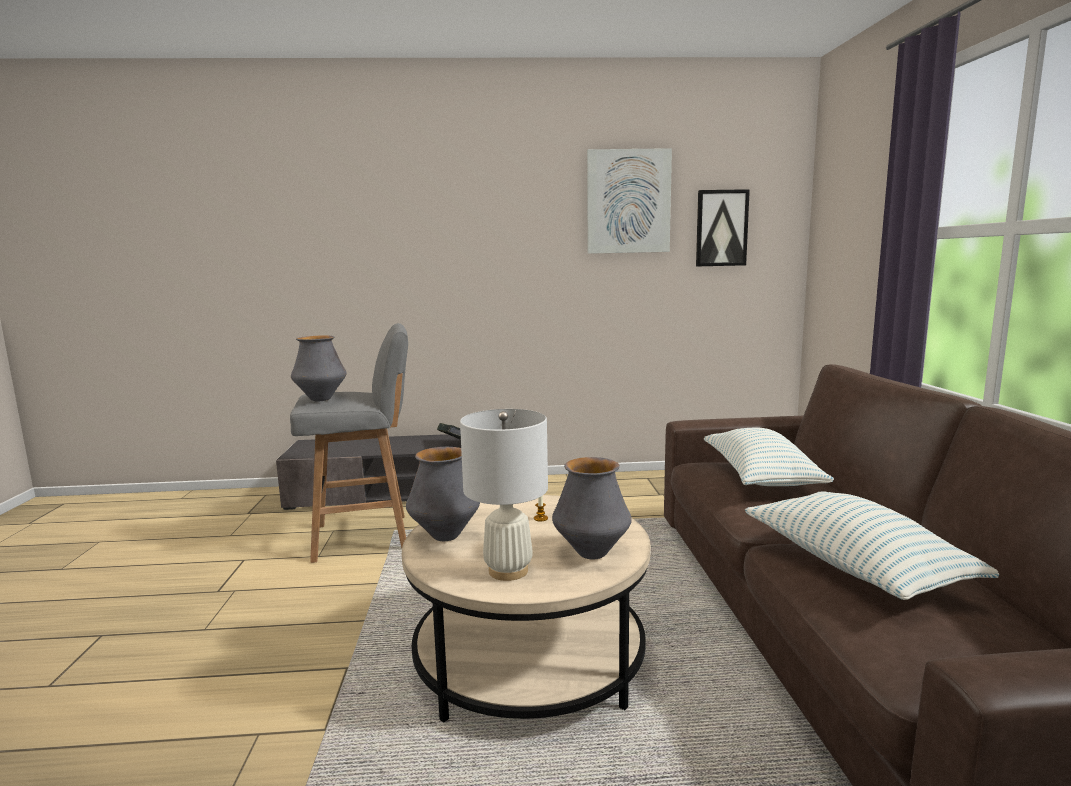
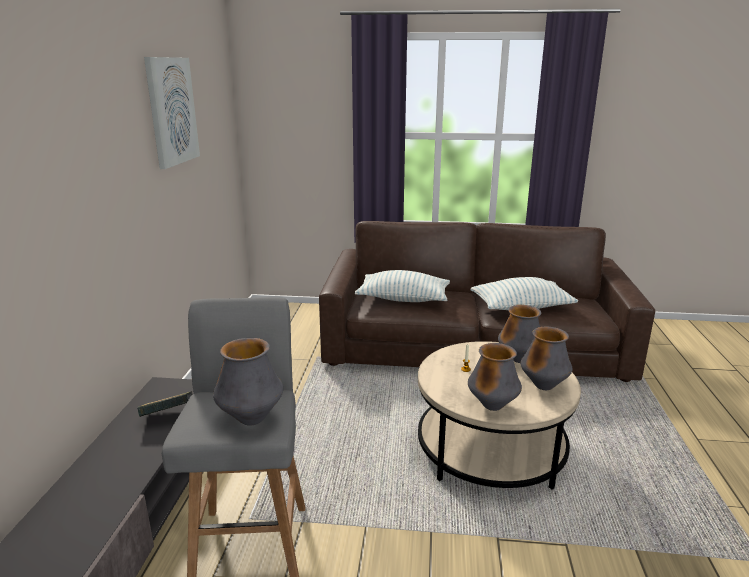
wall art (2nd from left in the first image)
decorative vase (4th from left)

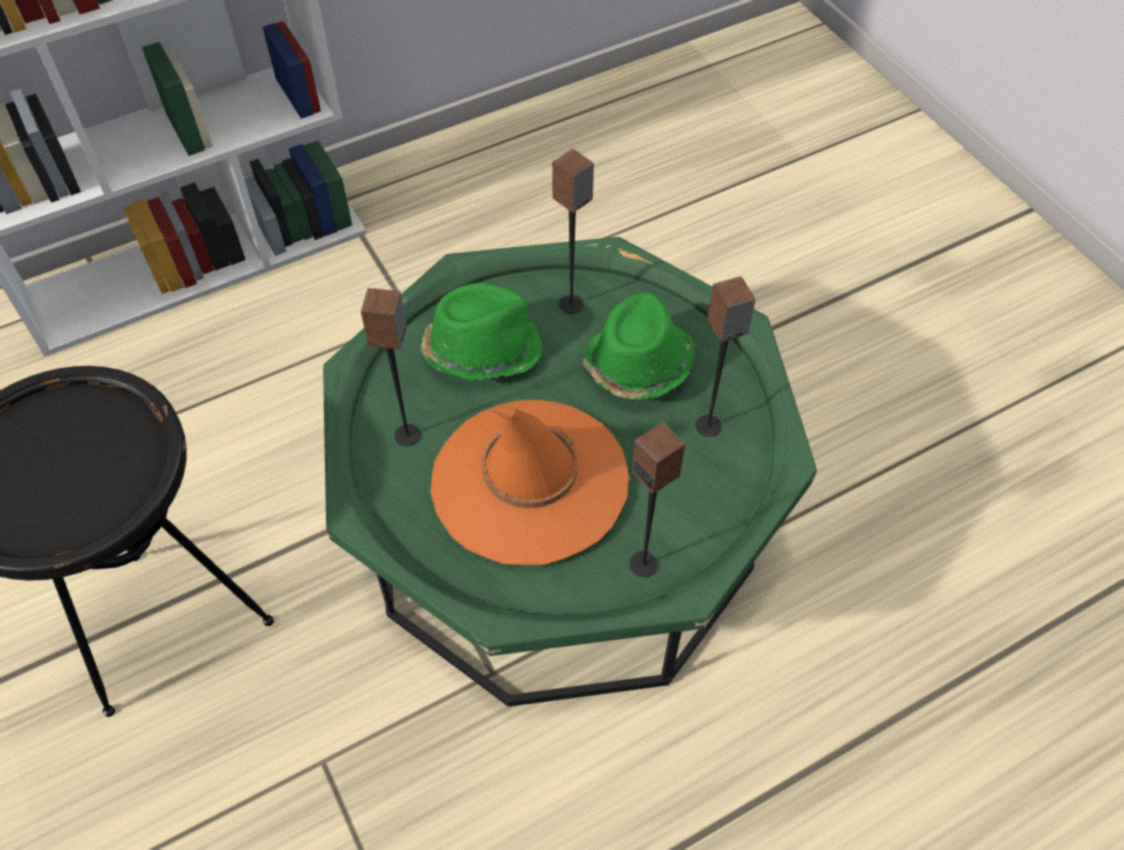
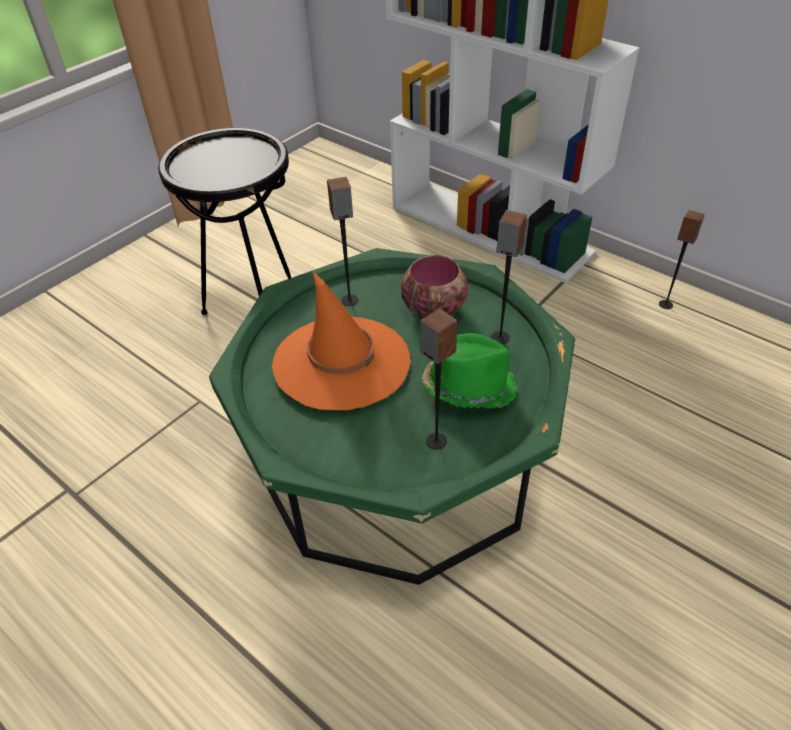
speaker (4th from left)
bowl

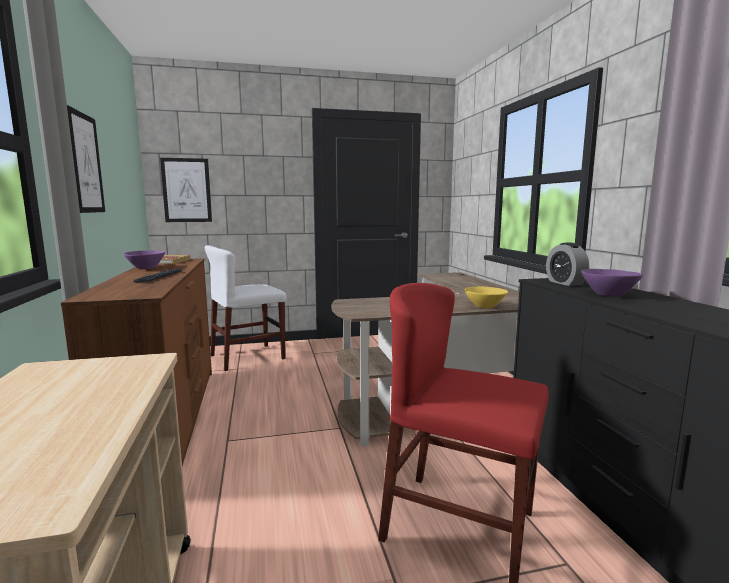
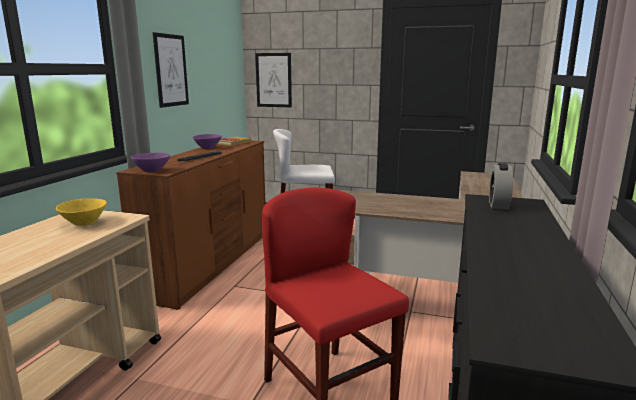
bowl/yellow
bowl/purple (1st from left)

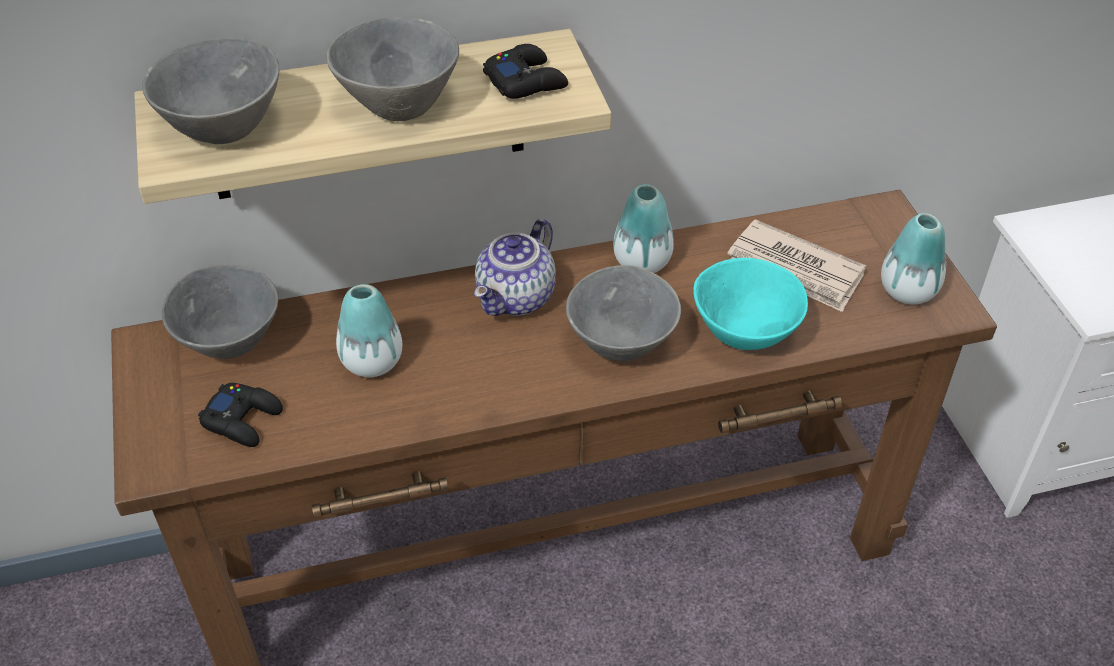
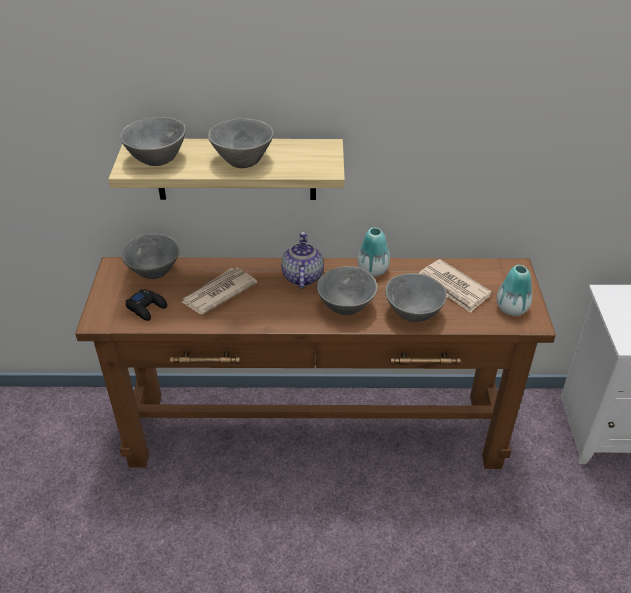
gamepad/black-coloured (2nd from left in the first image)
daily paper (1st from left)
bowl/gray (5th from left)
teapot

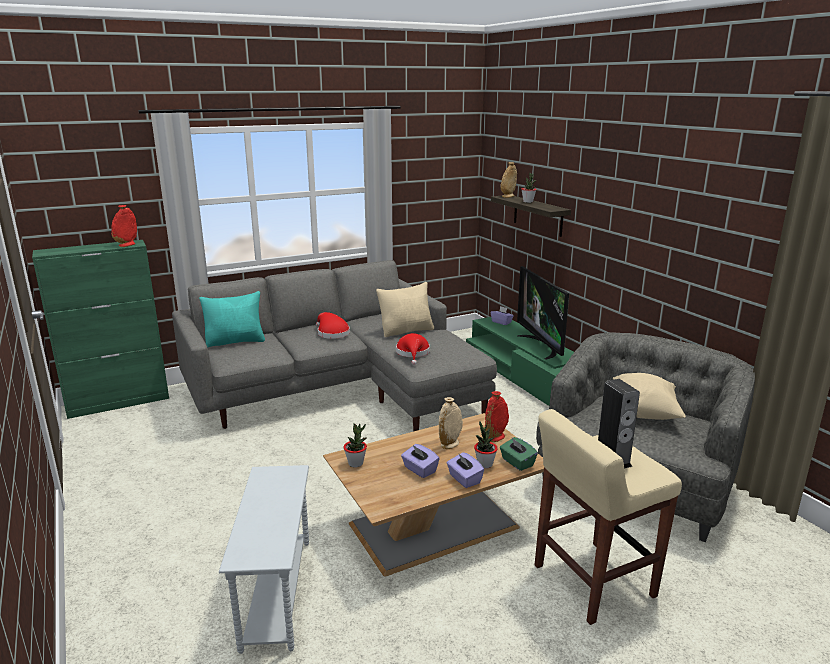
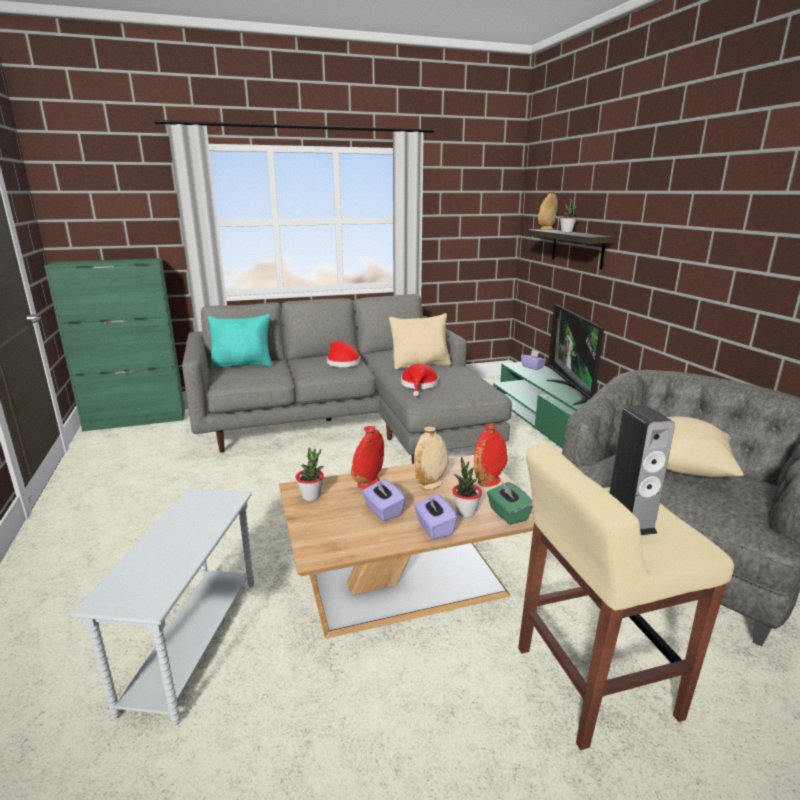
decorative vase/reddish (1st from left)

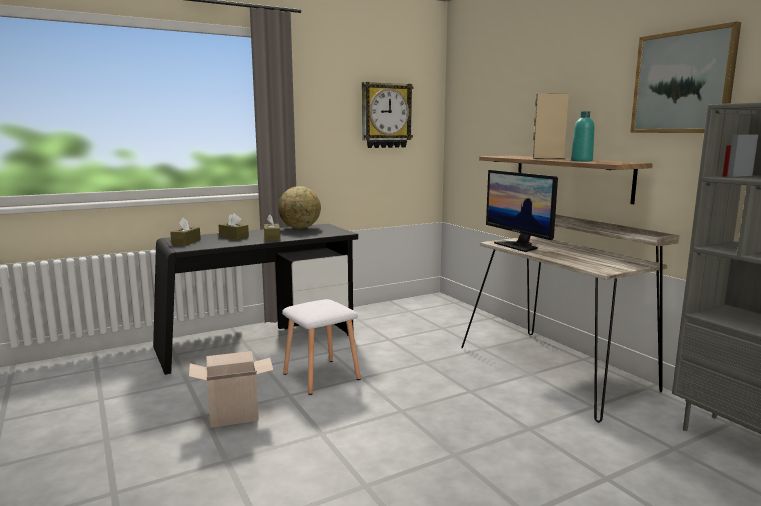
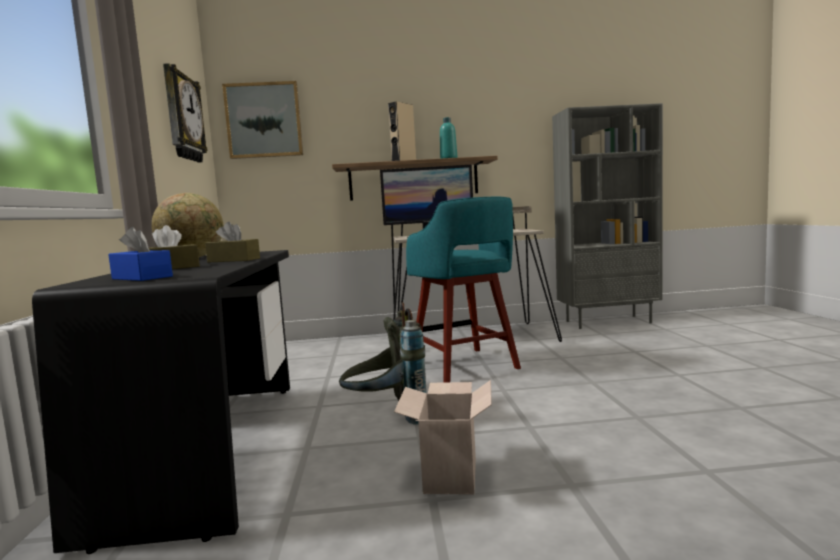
stool seat/turquoise-coloured
wall art
rucksack/gray
tissue box/bluish

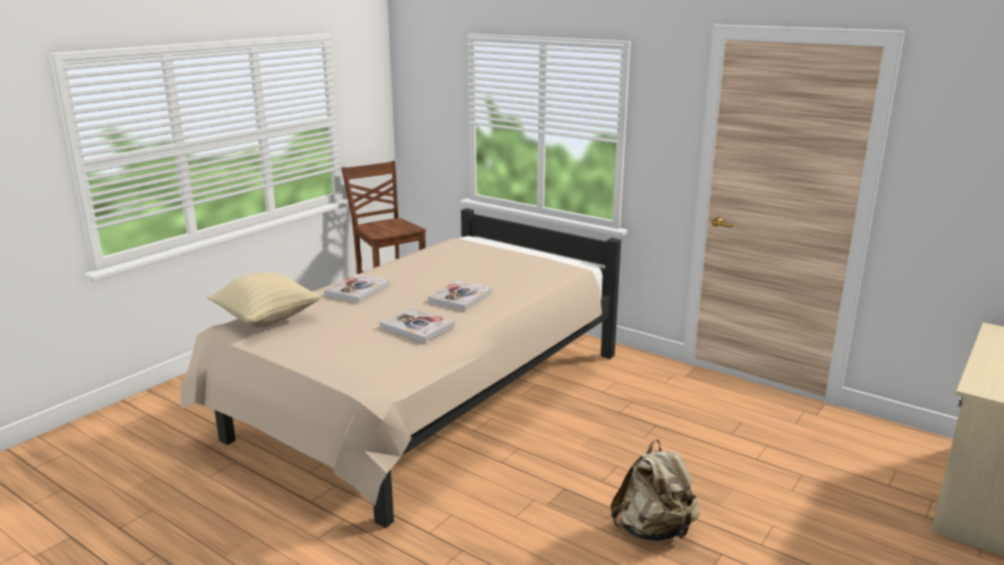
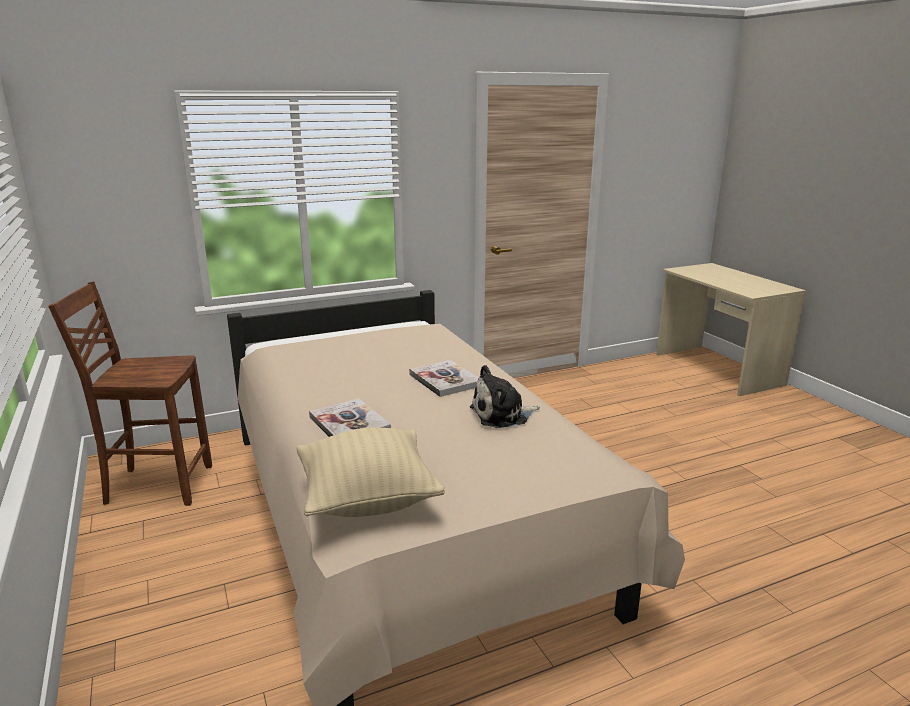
rucksack/beige
cuddly toy

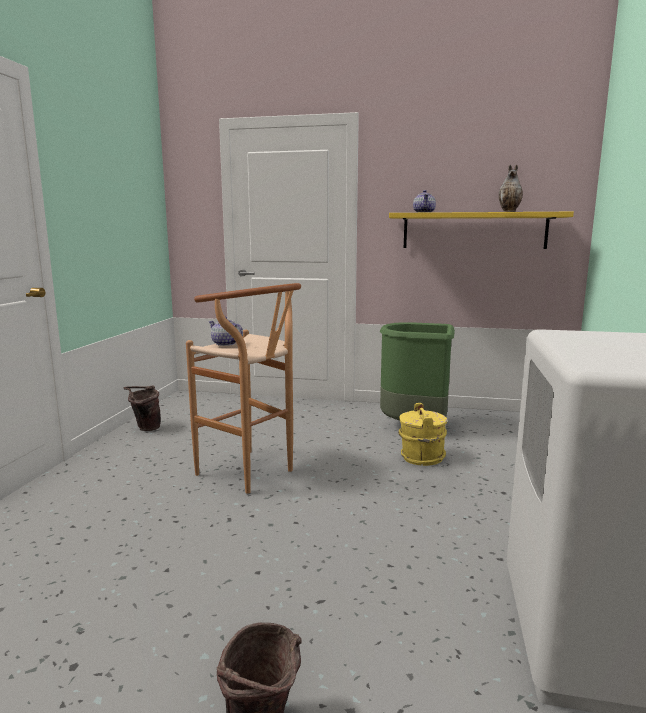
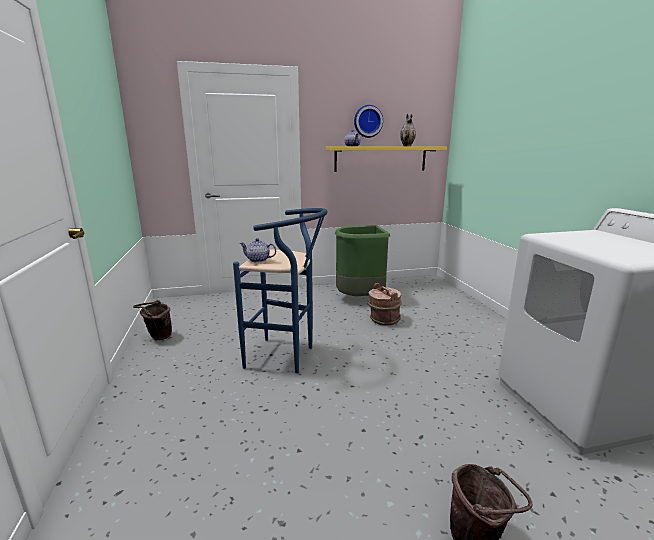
clock on the wall
stool seat/bluish
water bucket/brown (2nd from left)

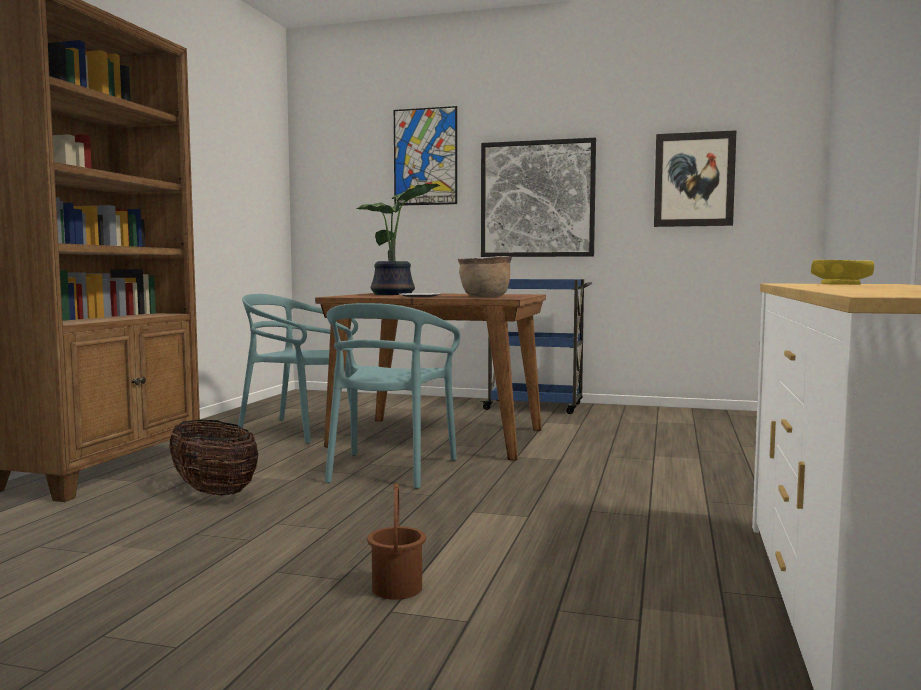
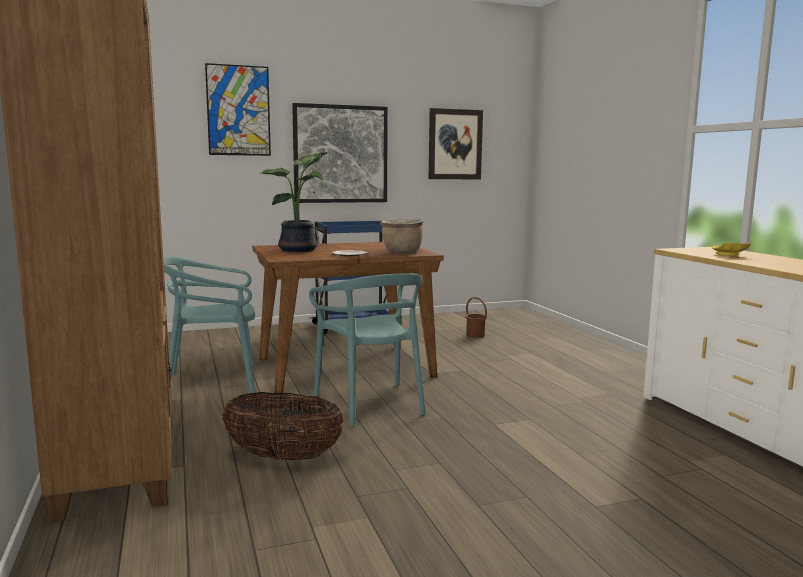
water bucket/brown

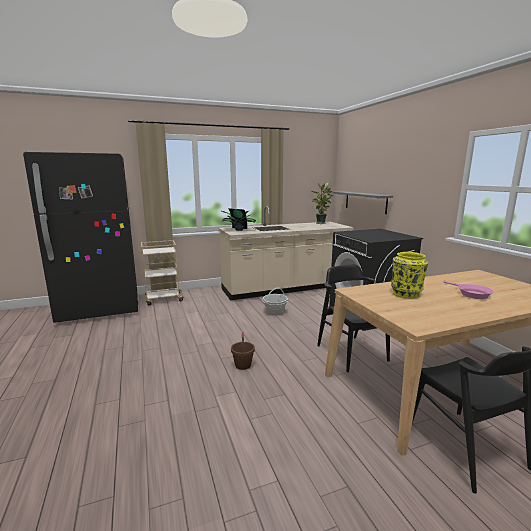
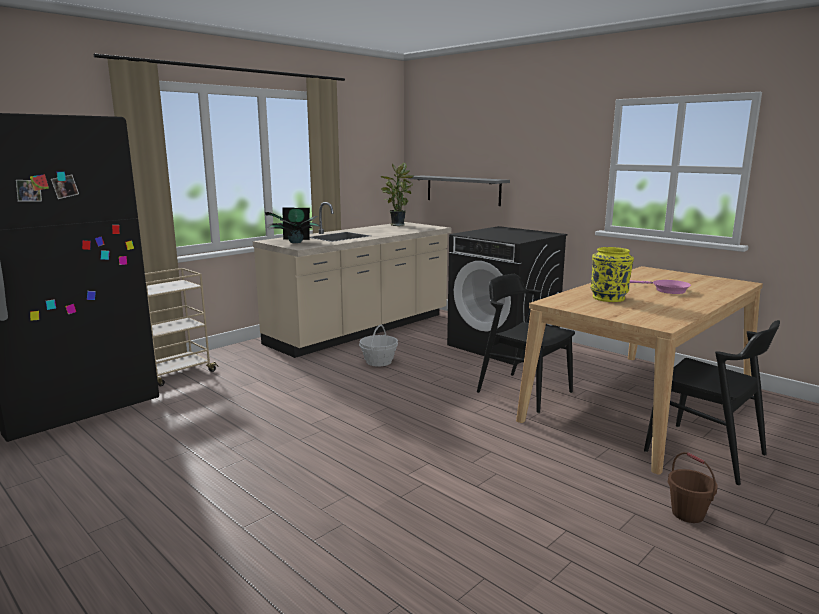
water bucket/brown

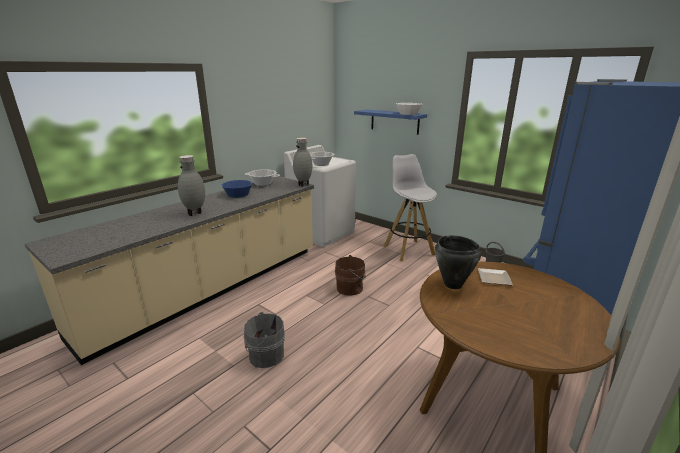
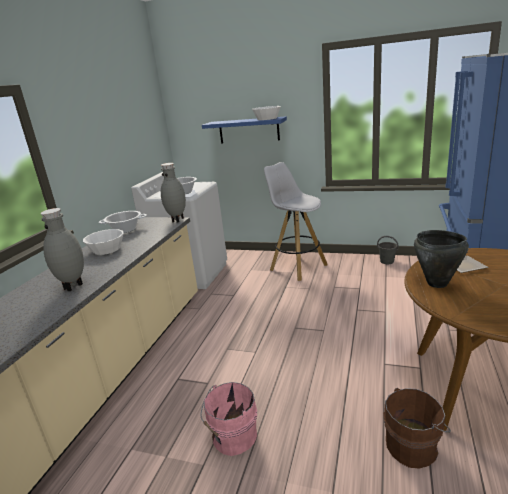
water bucket/brown
bowl/whitish (1st from left)
water bucket/pink

